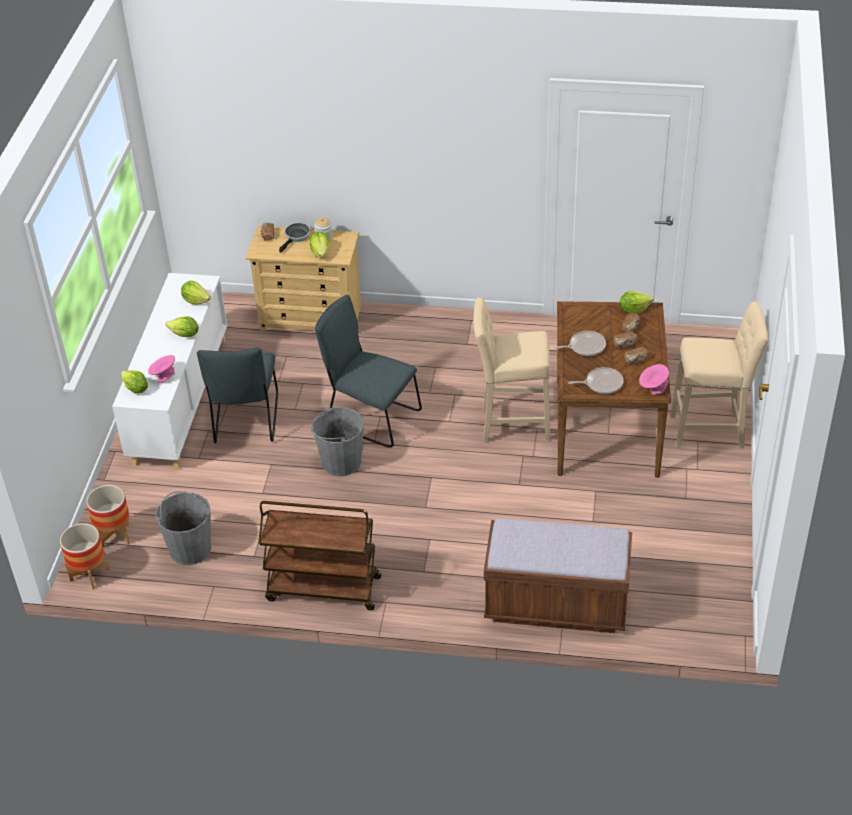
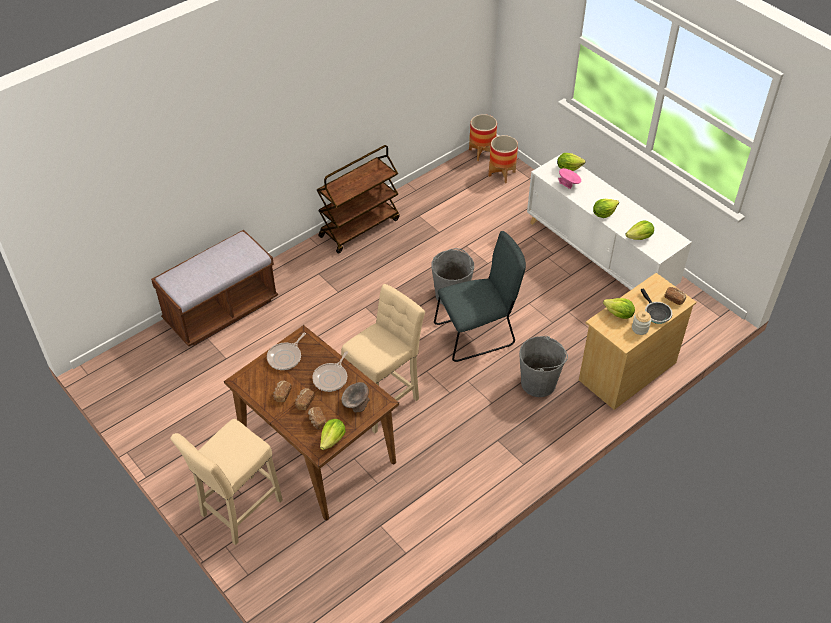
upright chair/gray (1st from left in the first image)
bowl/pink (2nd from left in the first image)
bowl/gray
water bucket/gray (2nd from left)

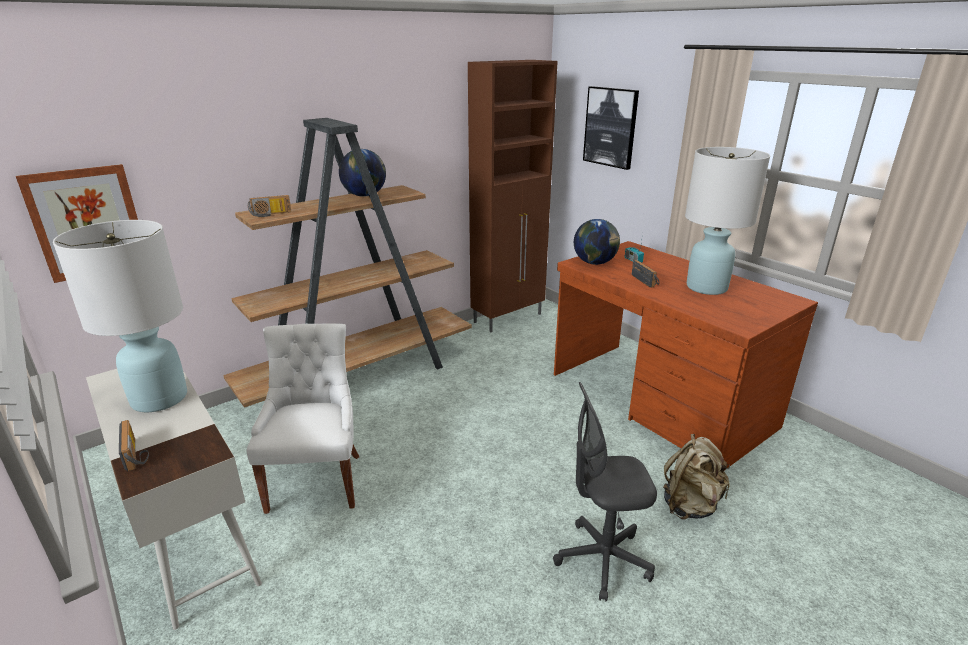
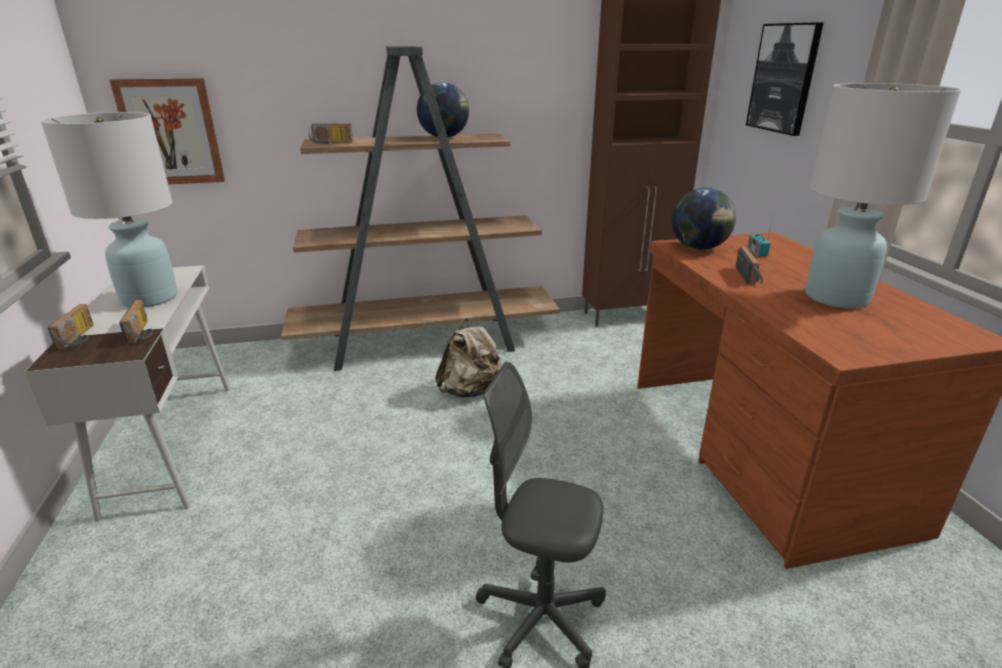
upright chair/whitish
radio (2nd from left)
rucksack/beige

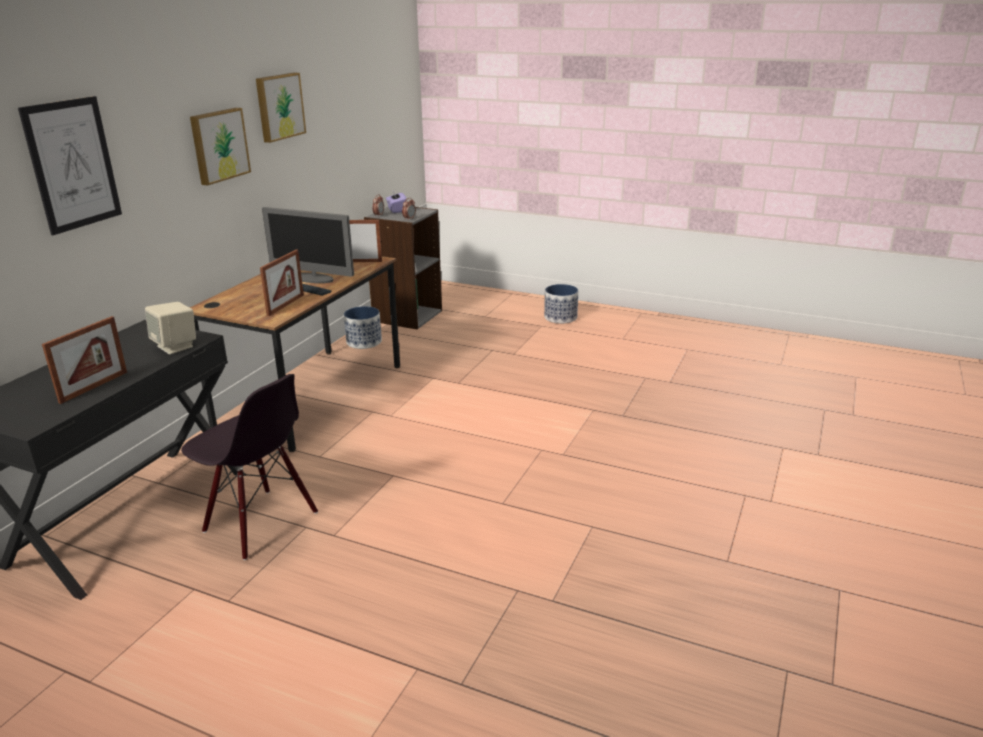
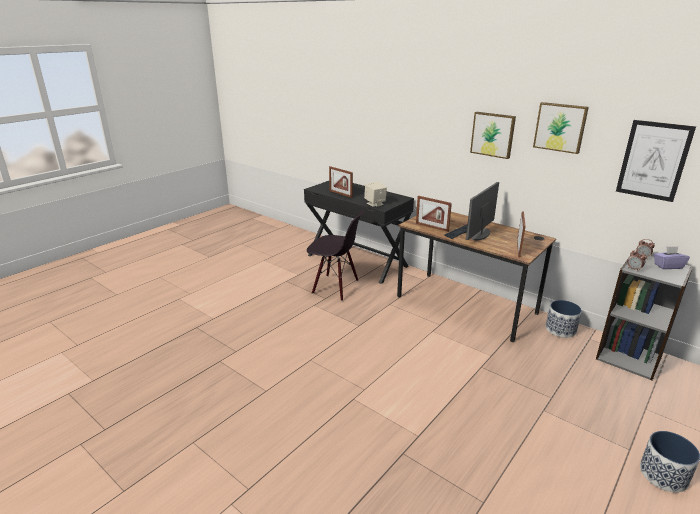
wall art (3rd from left)
upright chair/black-coloured

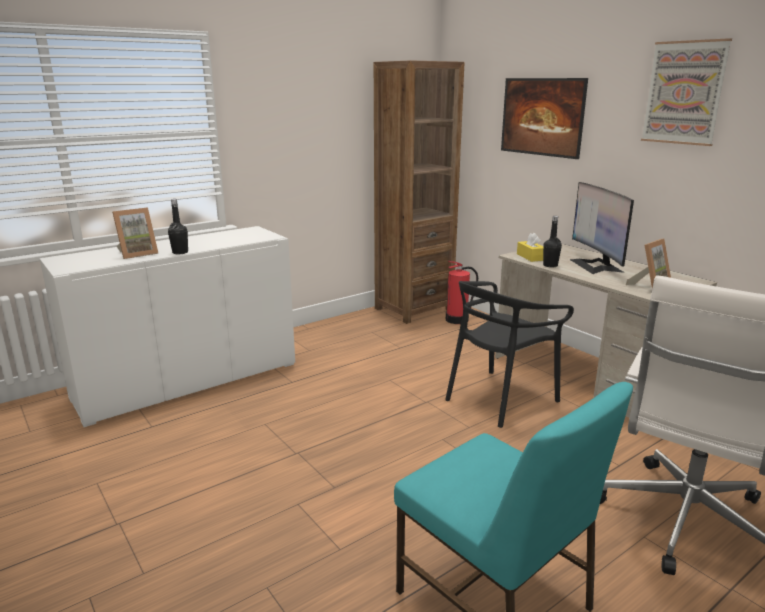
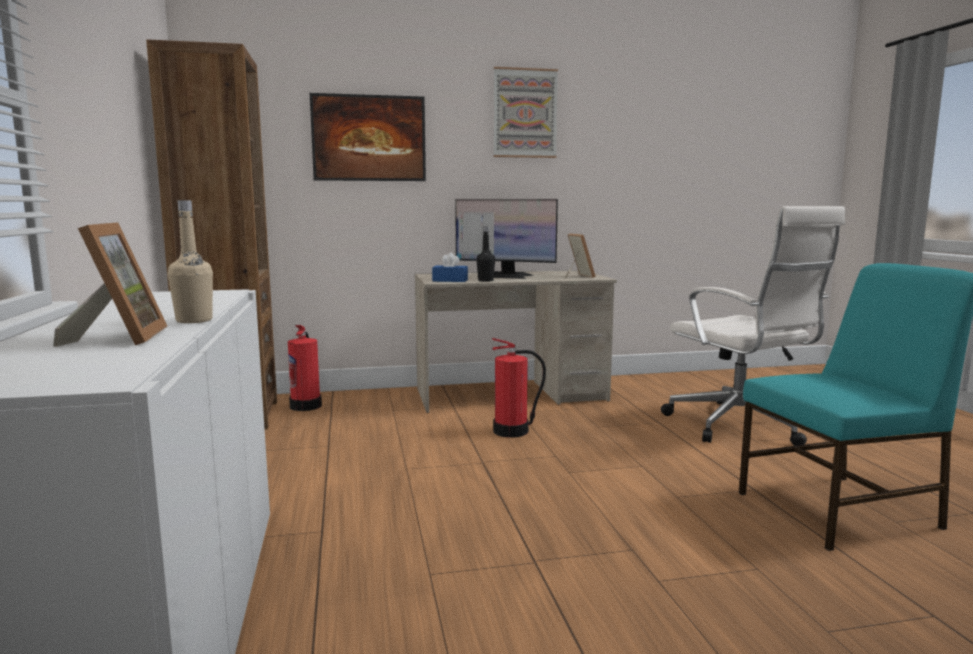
fire extinguisher (2nd from left)
bottle/beige
tissue box/bluish

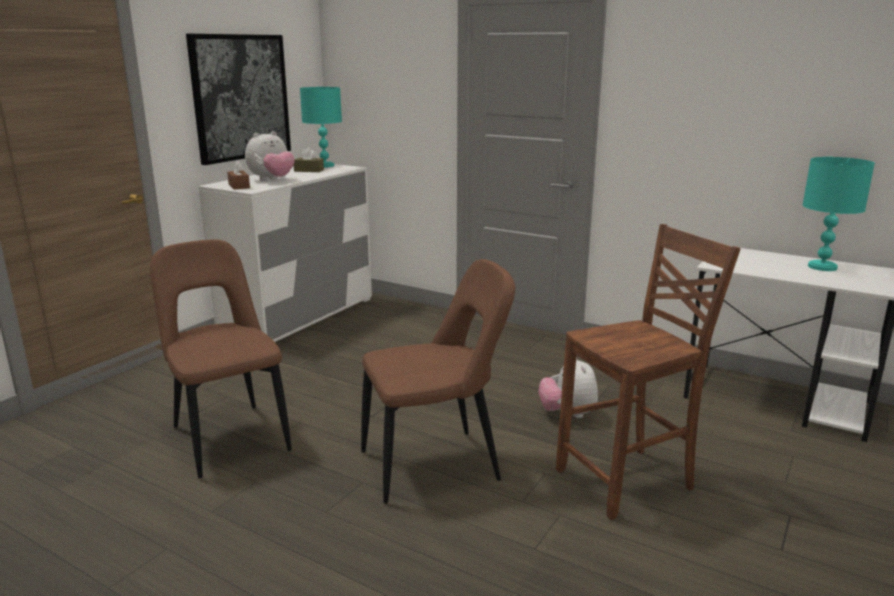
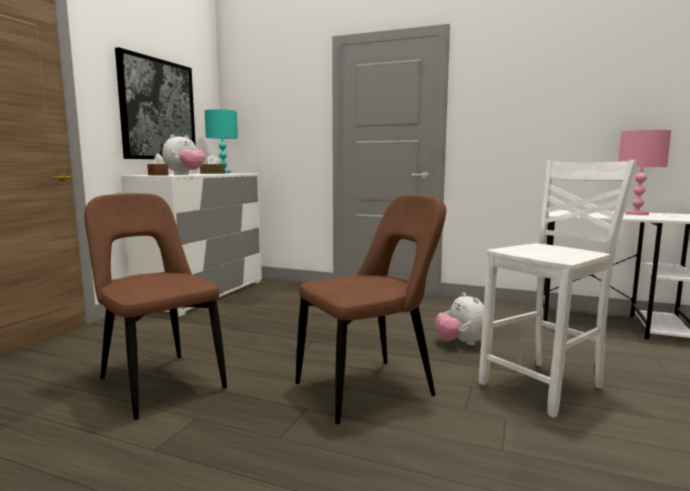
upright chair/whitish
lamp for a table/pink

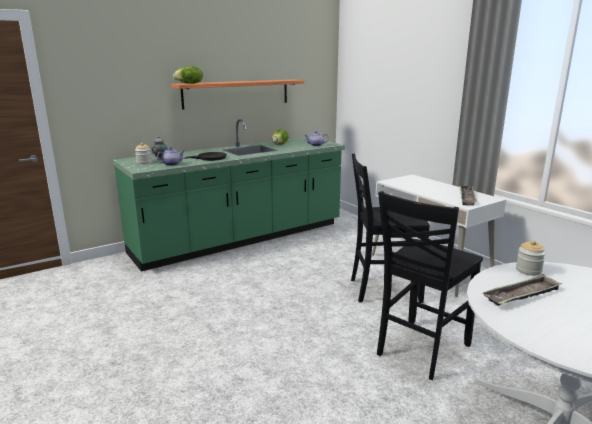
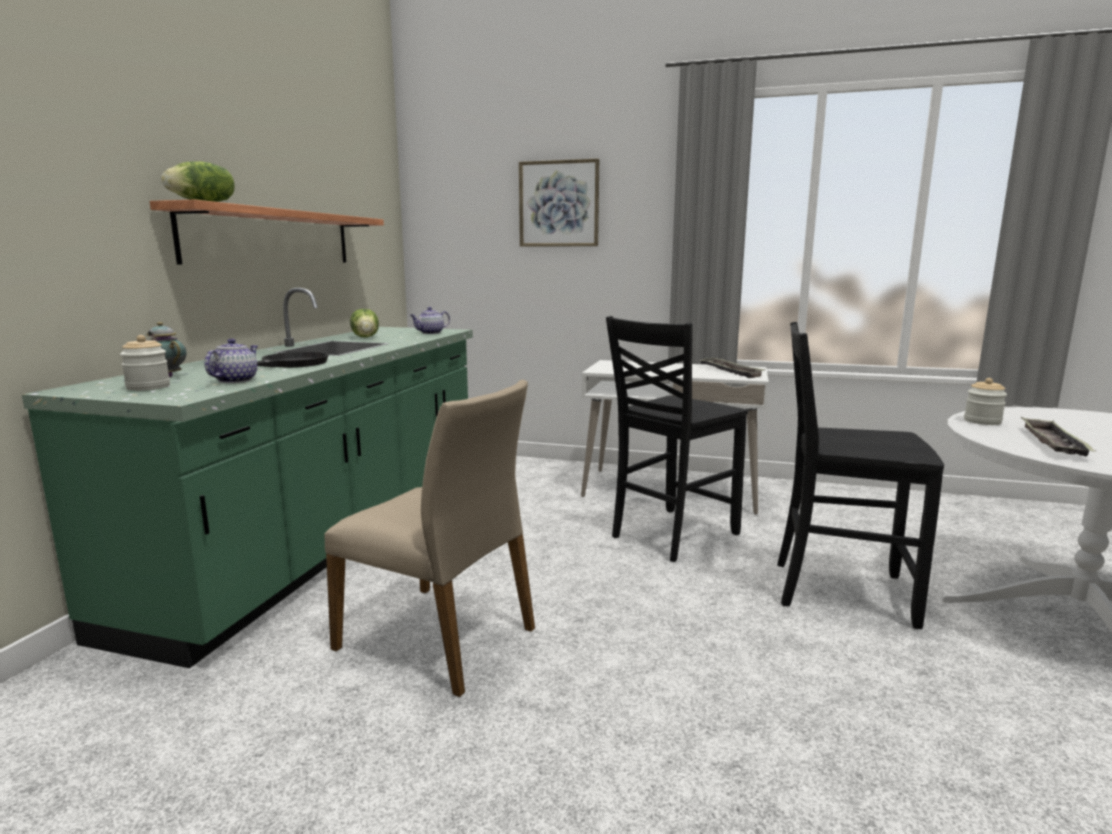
upright chair/beige
wall art
upright chair/black-coloured (2nd from left)

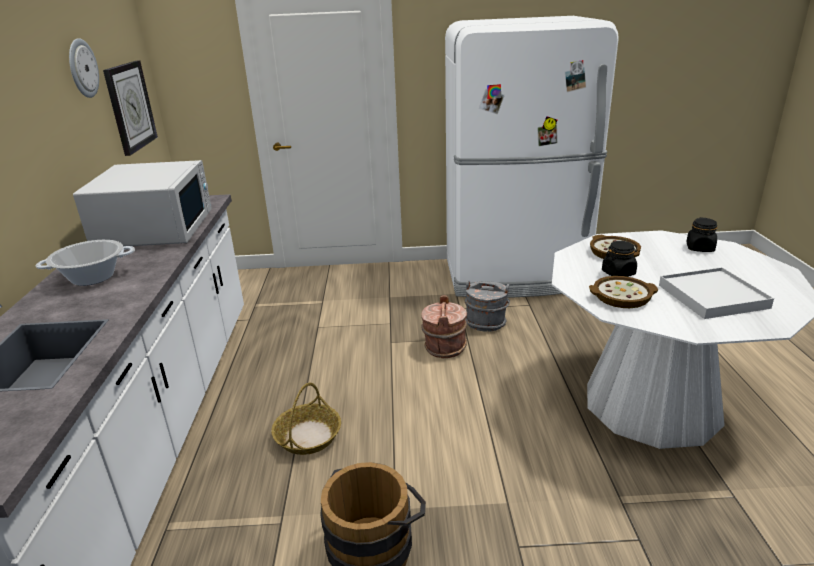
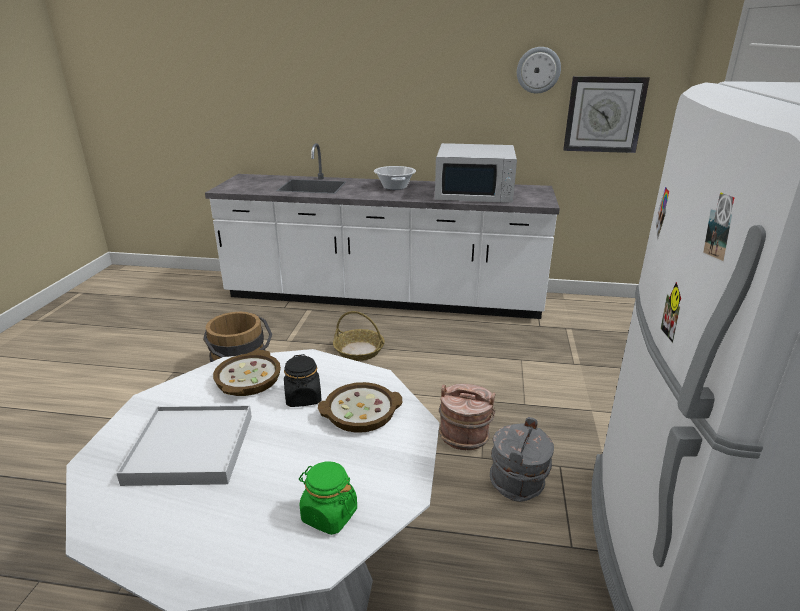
jar/greenish

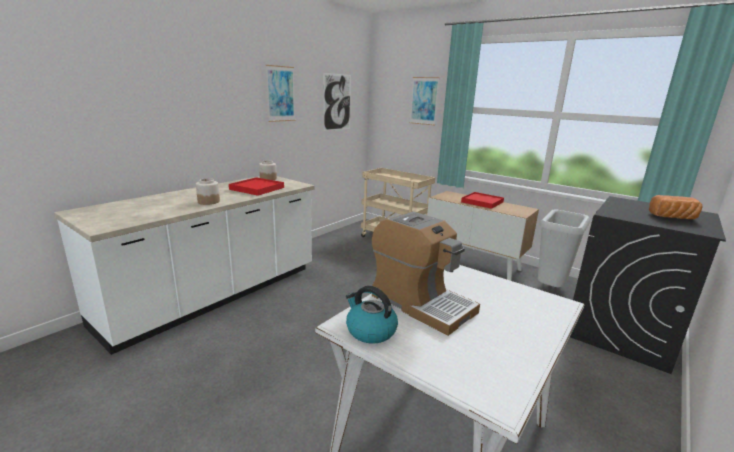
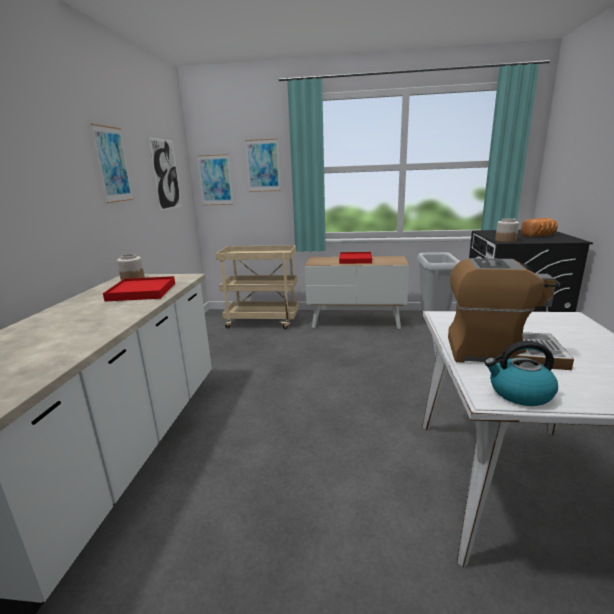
wall art (3rd from left)
jar (2nd from left)

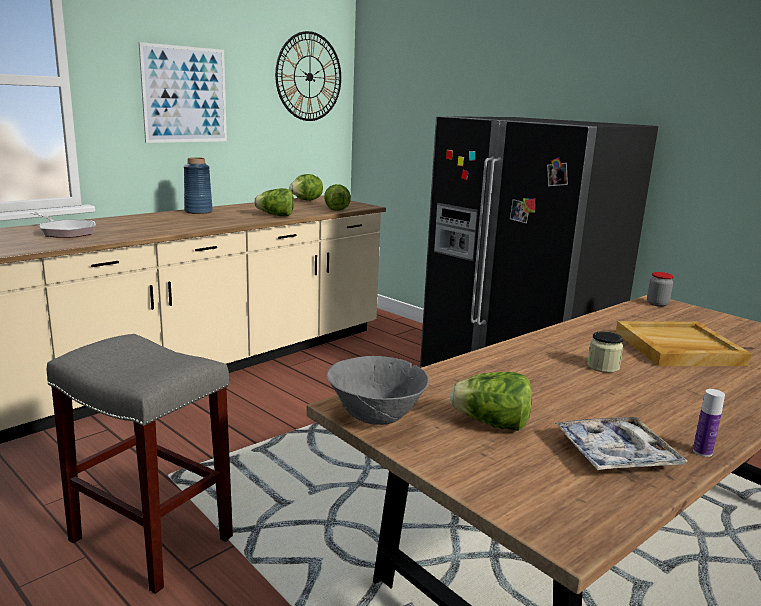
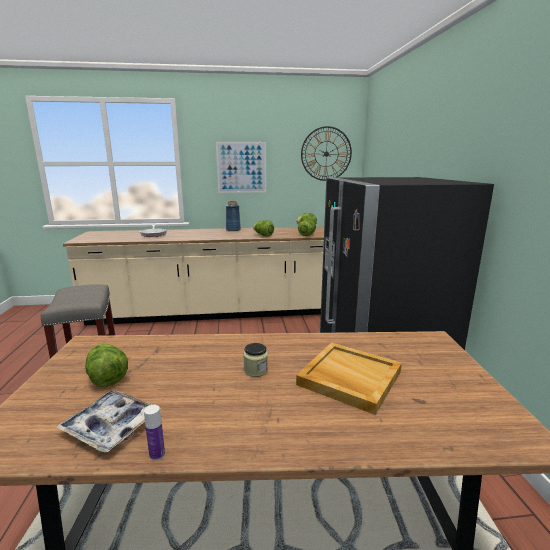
bowl/gray
jar (2nd from left in the first image)

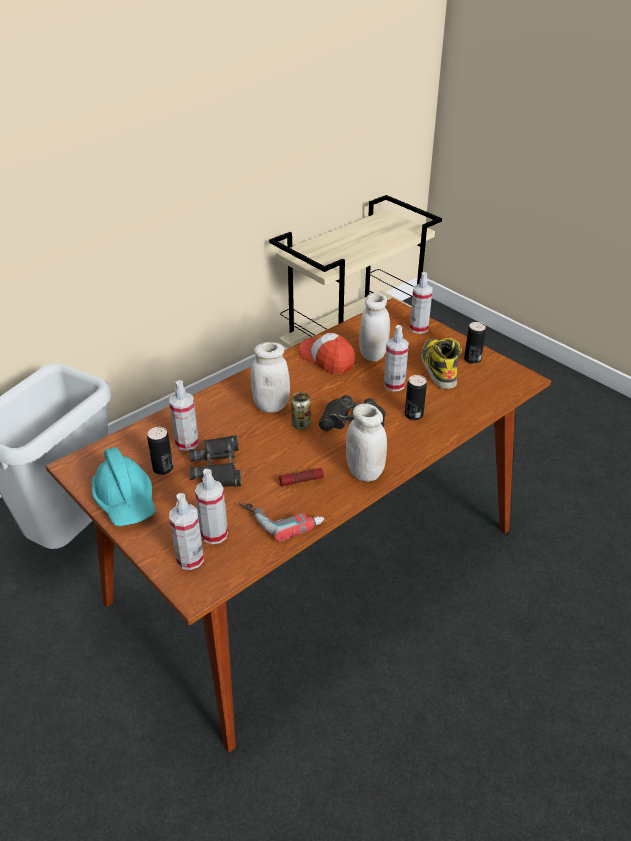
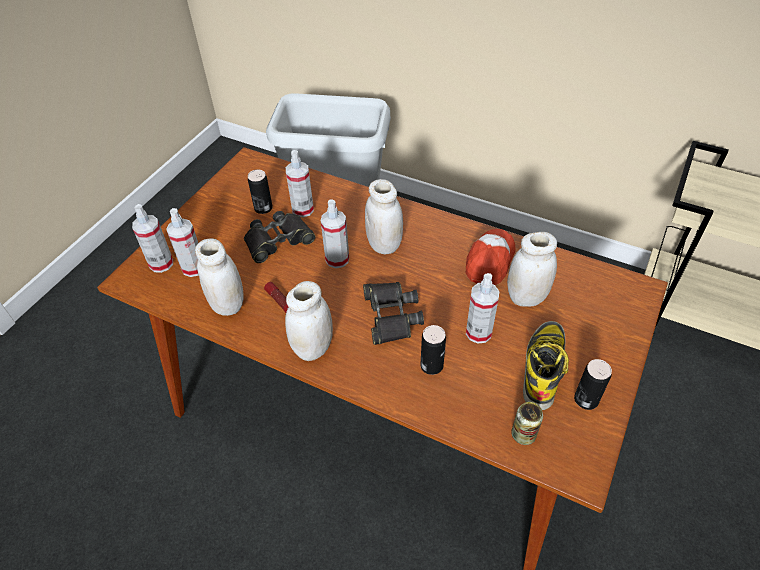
hard hat/turquoise-coloured
sealed can (3rd from left)
hand sprayer (4th from left)
jar/whitish (1st from left)
high-top boot

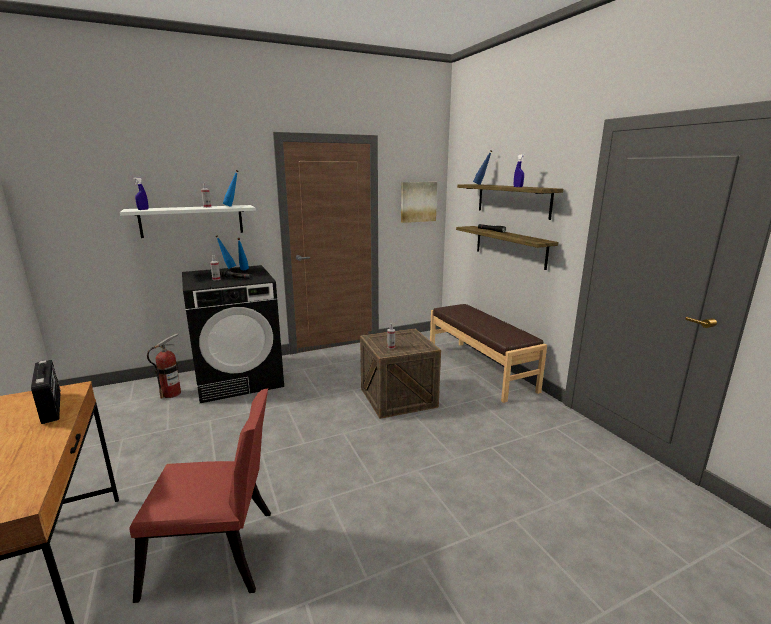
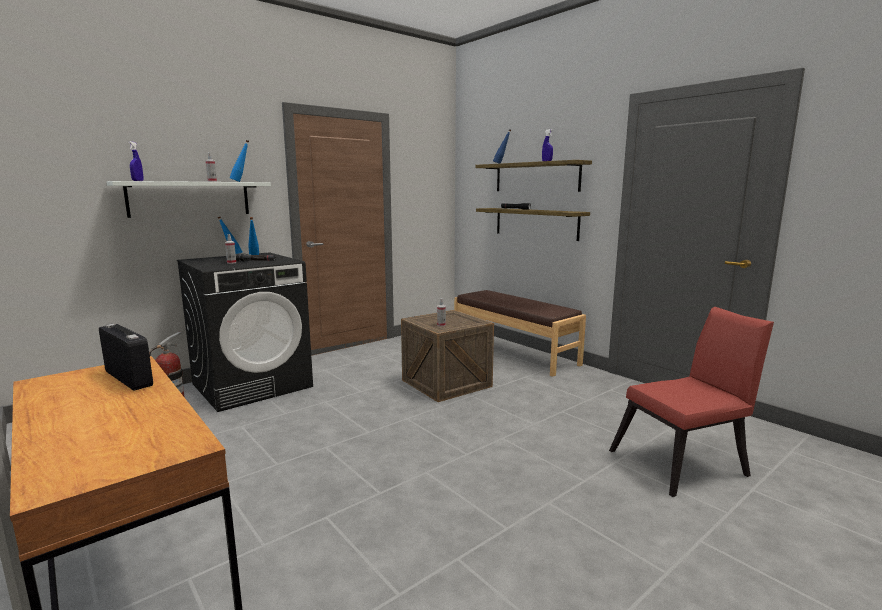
wall art
upright chair/reddish

